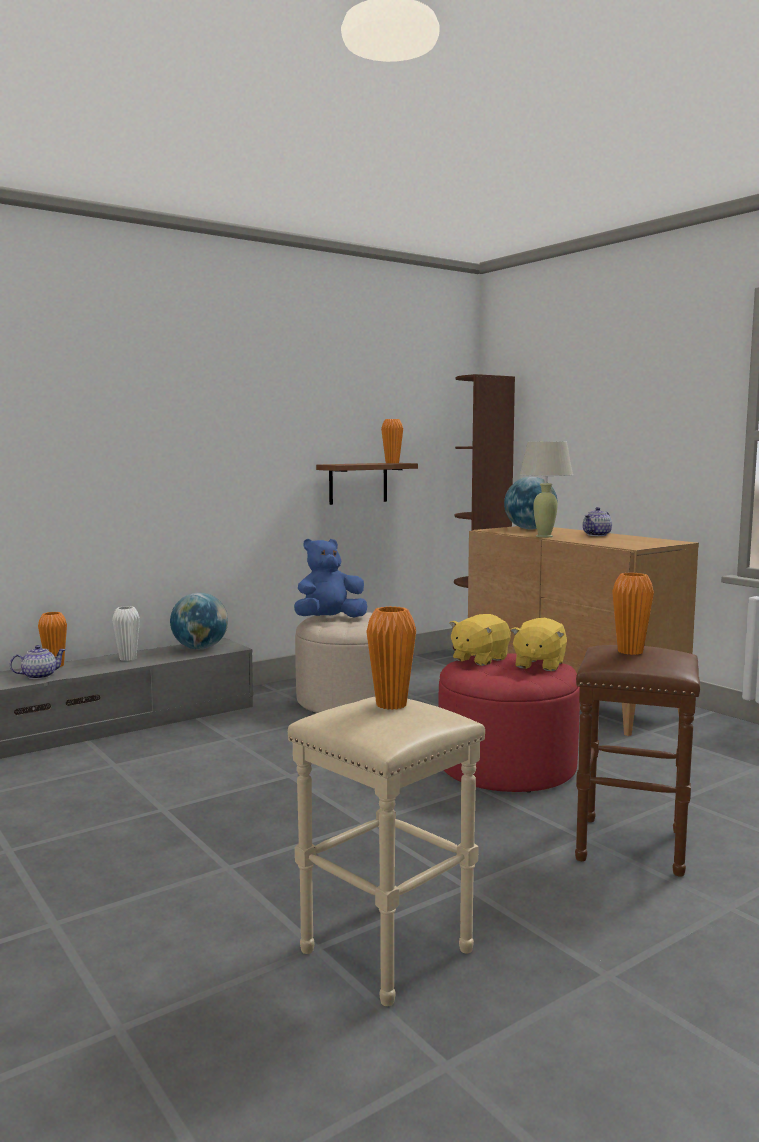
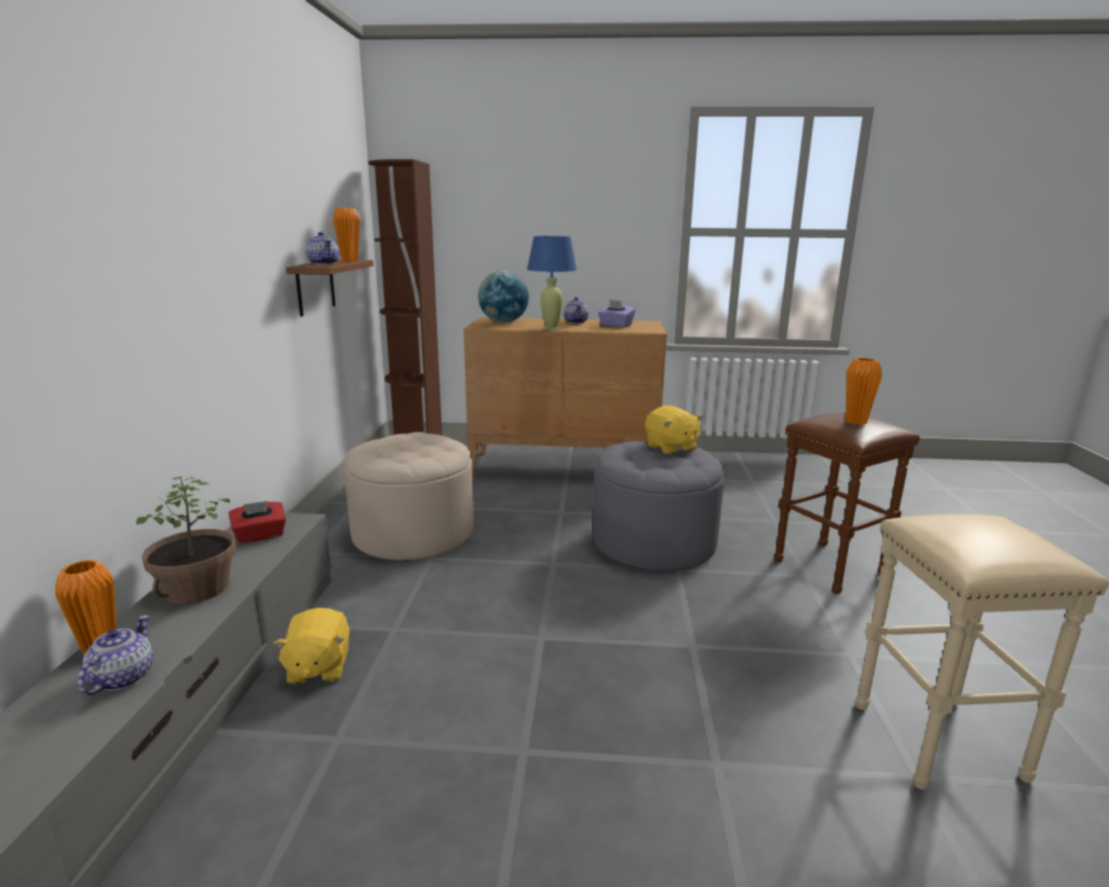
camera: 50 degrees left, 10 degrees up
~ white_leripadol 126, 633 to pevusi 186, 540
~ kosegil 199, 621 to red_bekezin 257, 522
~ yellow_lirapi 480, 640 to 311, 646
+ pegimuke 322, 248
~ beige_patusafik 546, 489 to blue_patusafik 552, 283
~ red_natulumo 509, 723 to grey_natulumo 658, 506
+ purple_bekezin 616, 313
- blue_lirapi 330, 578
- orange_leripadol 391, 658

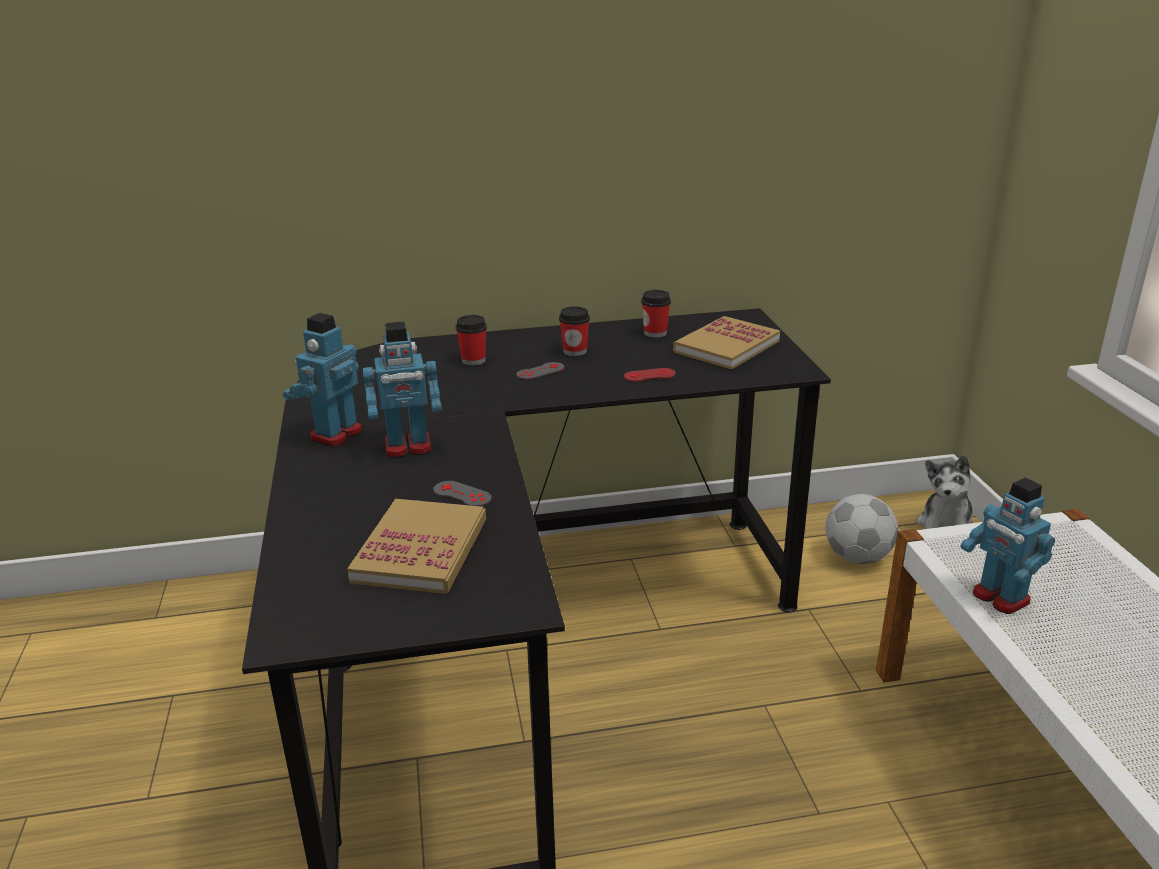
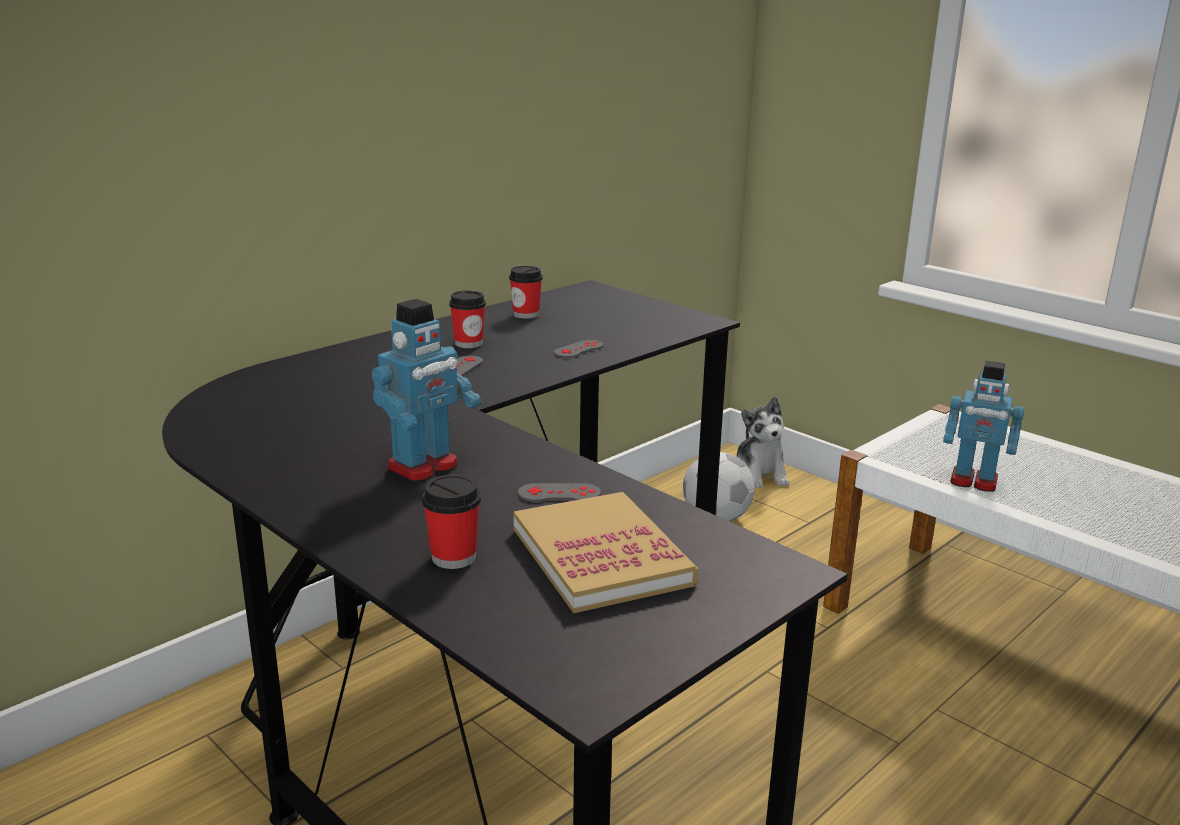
camera: 35 degrees left, 5 degrees down
~ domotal 471, 340 to 451, 521
~ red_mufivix 650, 375 to grey_mufivix 578, 349
- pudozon 322, 380
- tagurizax 726, 343

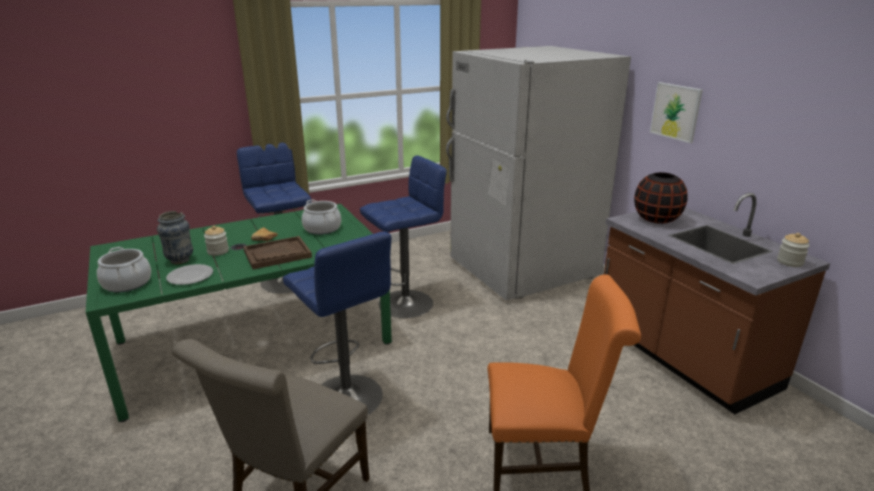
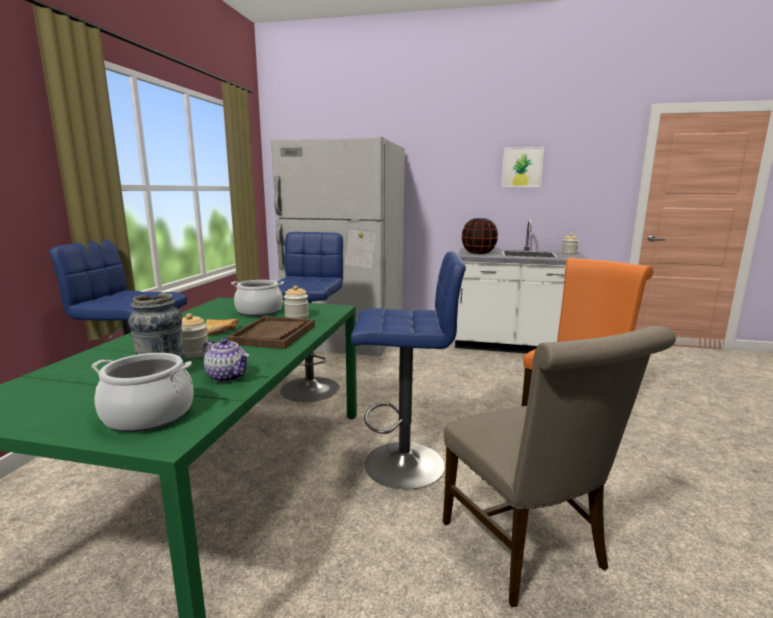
camera: 50 degrees left, 10 degrees down
~ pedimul 189, 274 to pegimuke 226, 360
+ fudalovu 296, 302
~ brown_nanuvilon 717, 303 to white_nanuvilon 521, 287
~ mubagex 676, 112 to 523, 167

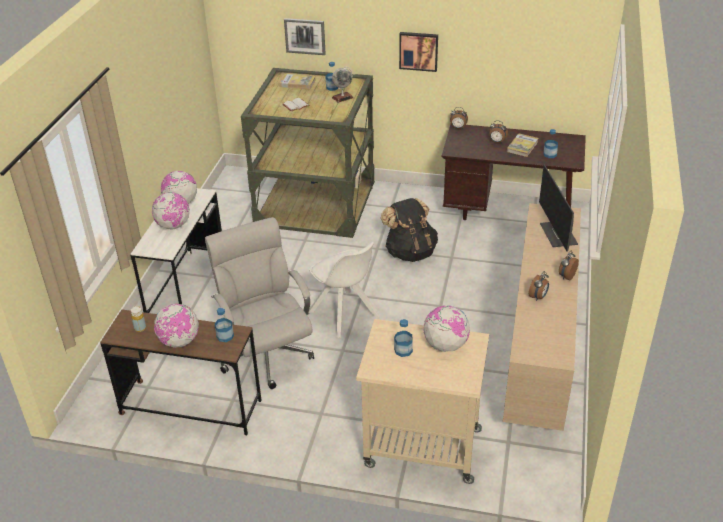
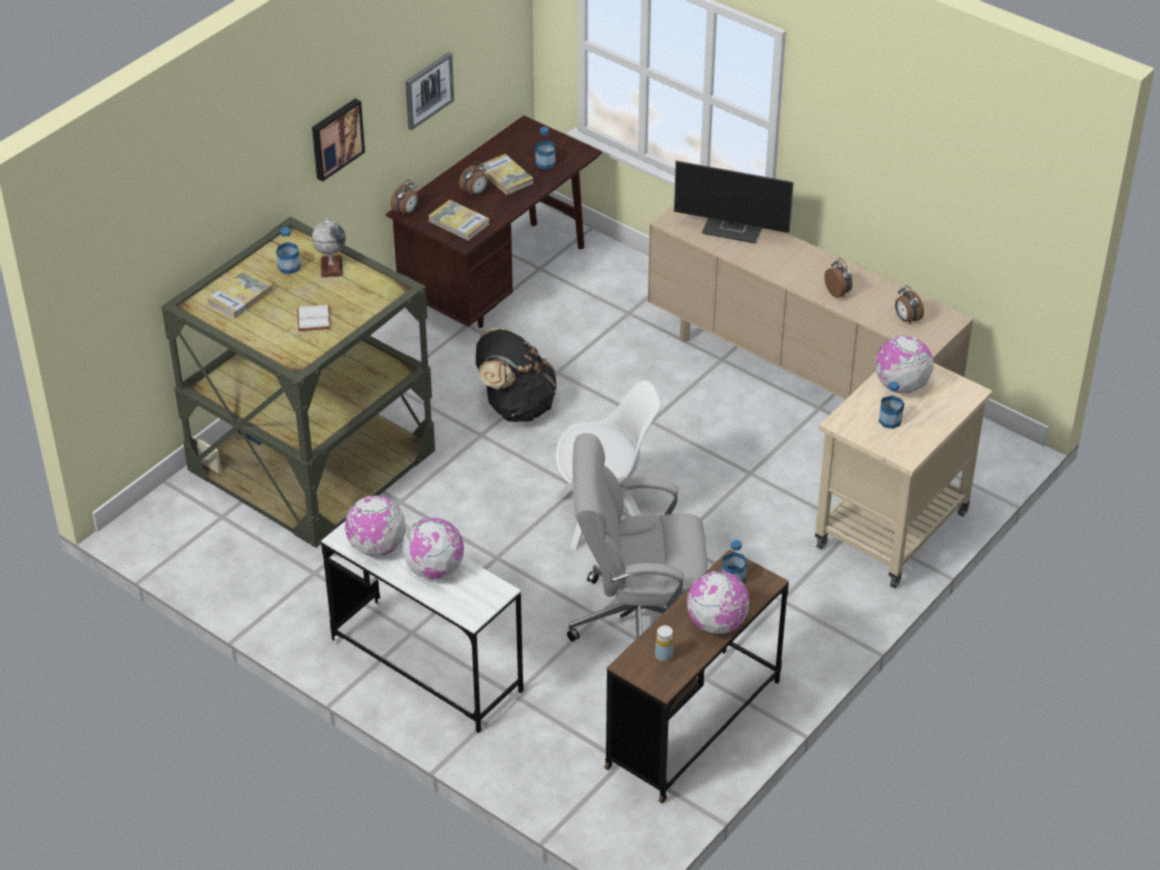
camera: 65 degrees left, 5 degrees up
~ mubagex 305, 36 to 429, 91
+ tagurizax 458, 220
~ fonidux 569, 265 to 909, 305

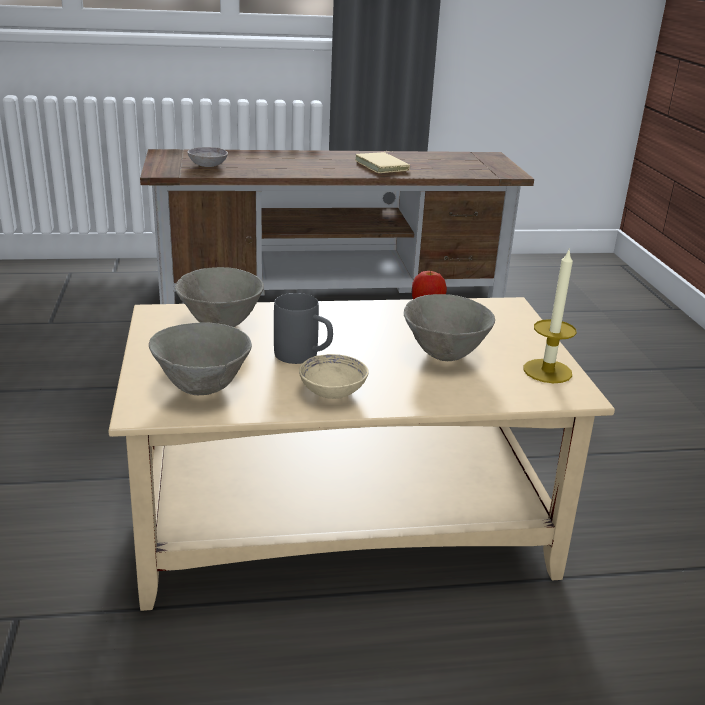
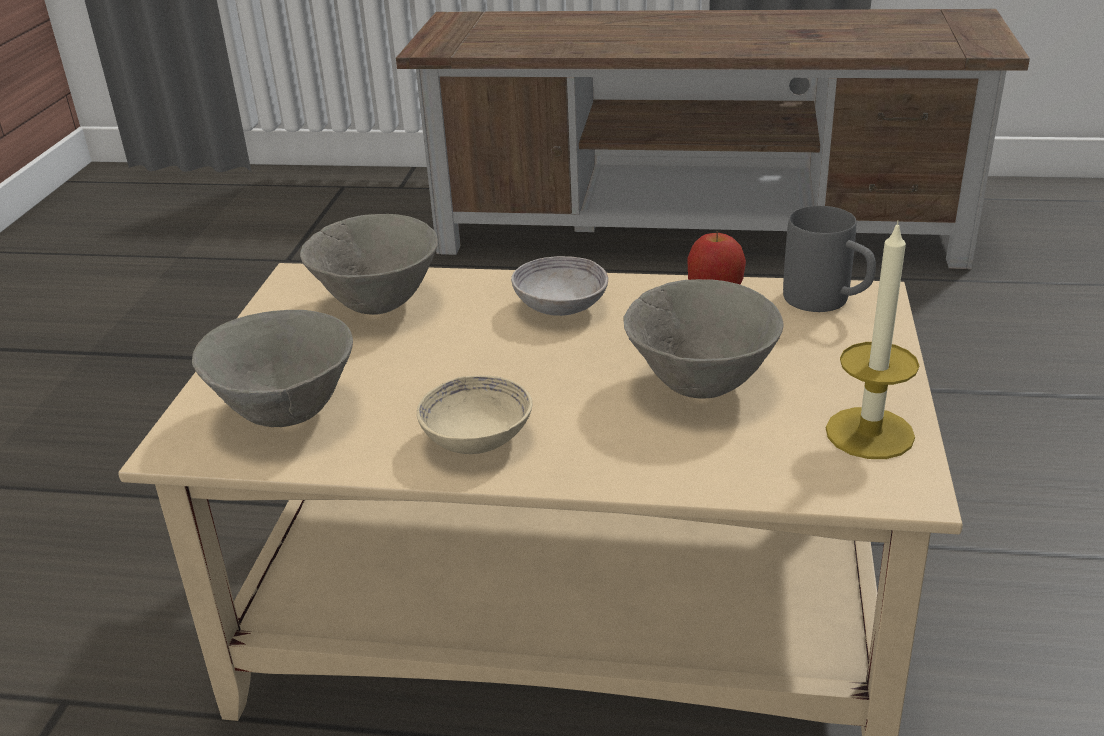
camera: 20 degrees right, 5 degrees up
~ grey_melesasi 207, 157 to 559, 286
~ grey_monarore 303, 328 to 829, 259
- beige_tagurizax 382, 162

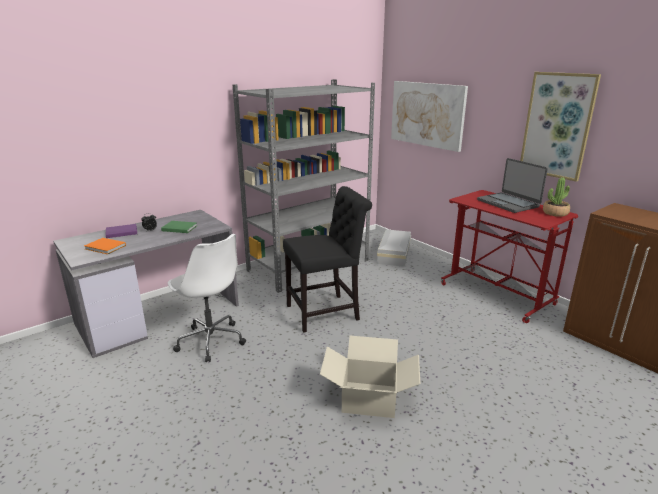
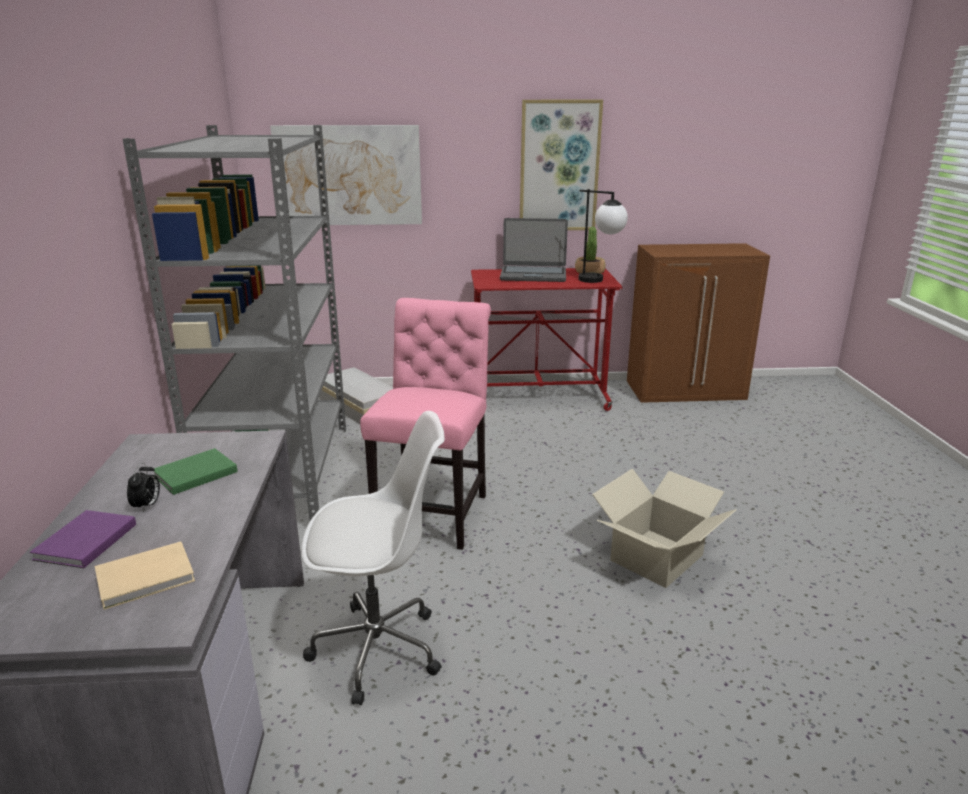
camera: 55 degrees left, 0 degrees up
~ orange_tagurizax 105, 246 to beige_tagurizax 145, 575
~ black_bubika 327, 259 to pink_bubika 425, 424
+ patusafik 603, 236

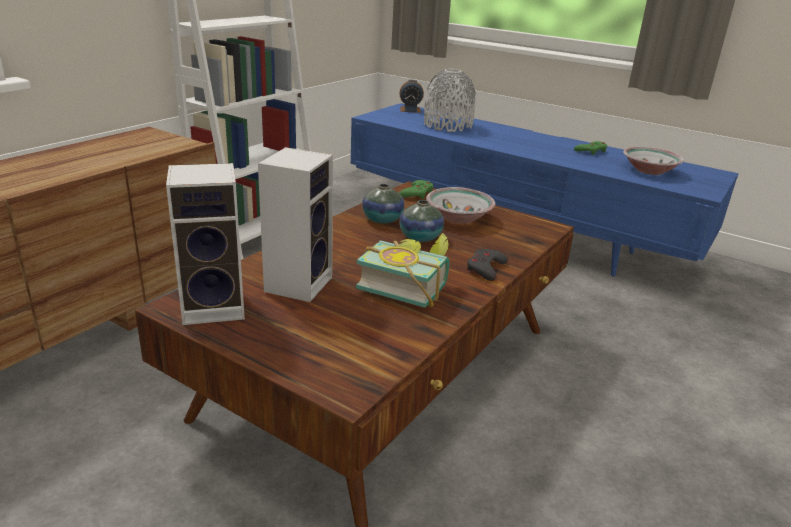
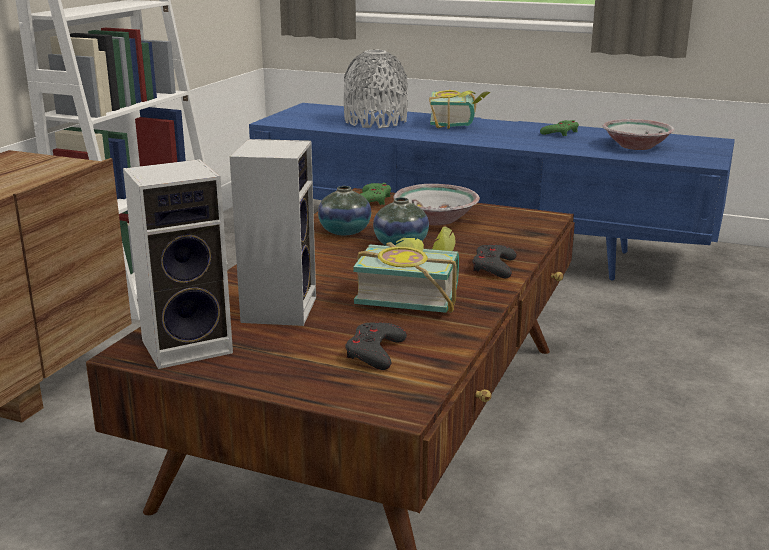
camera: 10 degrees left, 5 degrees down
+ grey_mufivix 376, 346
+ tagurizax 459, 109
- fonidux 412, 96

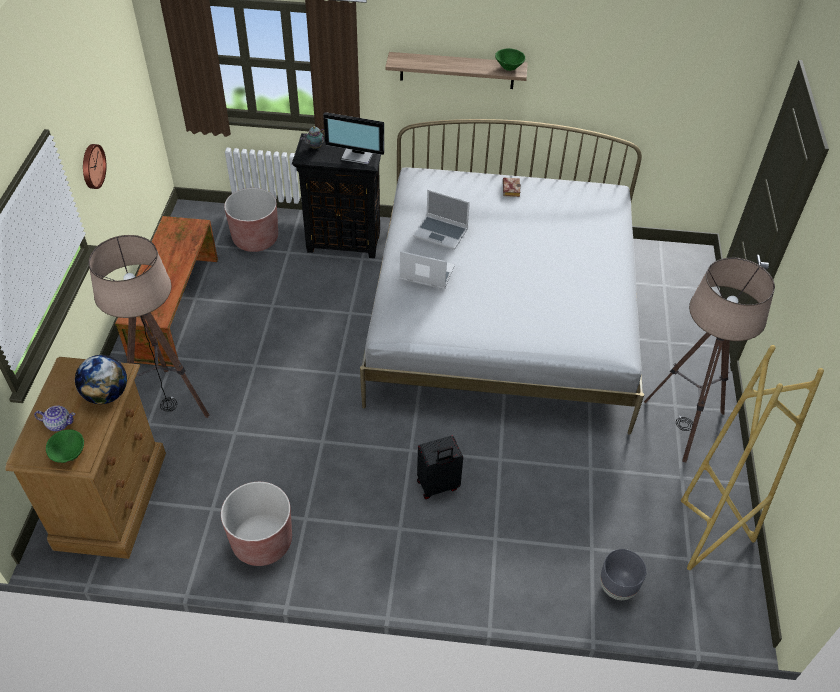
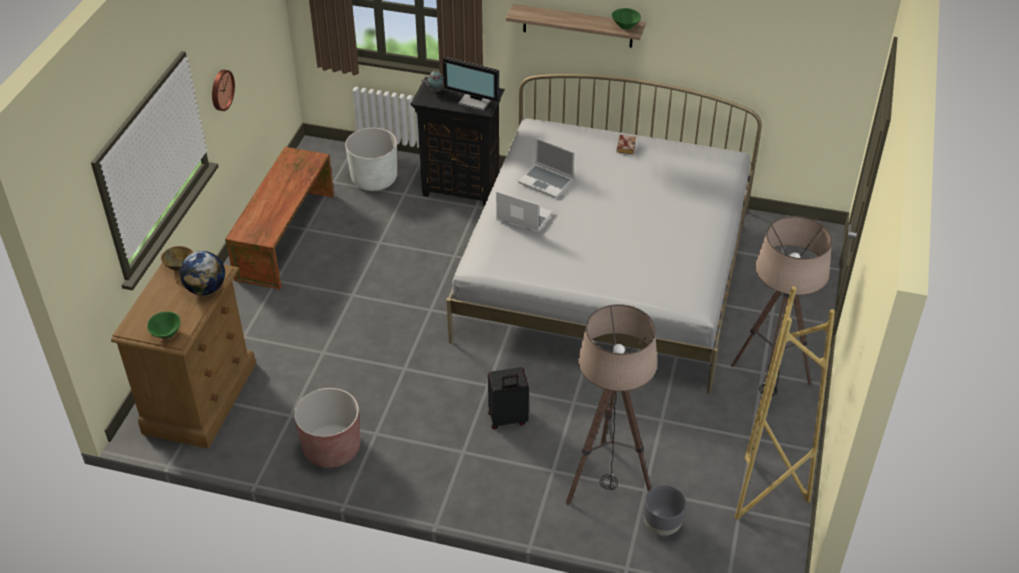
camera: 10 degrees right, 5 degrees down
+ brown_melesasi 177, 258
~ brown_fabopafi 251, 220 to white_fabopafi 371, 159
~ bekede 148, 326 to 611, 404
- pegimuke 54, 418

